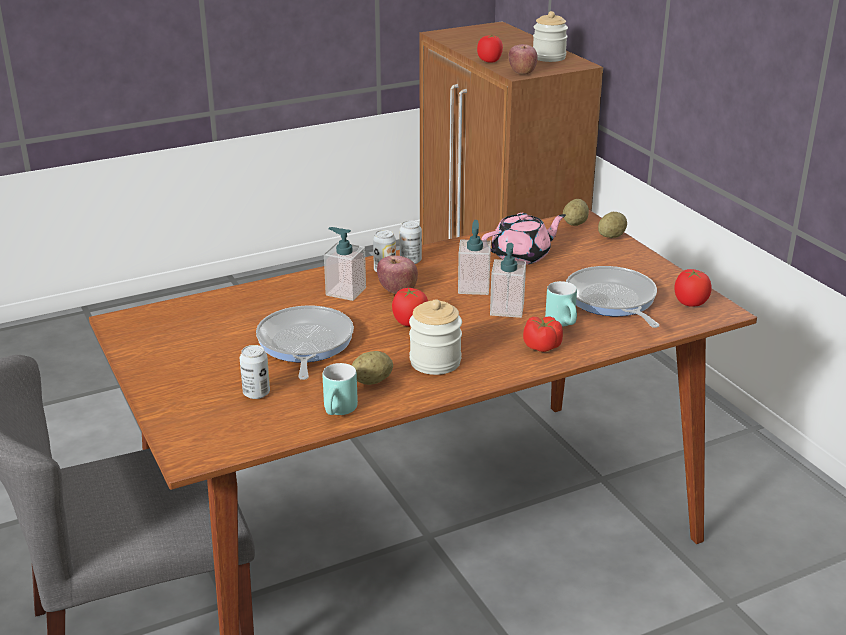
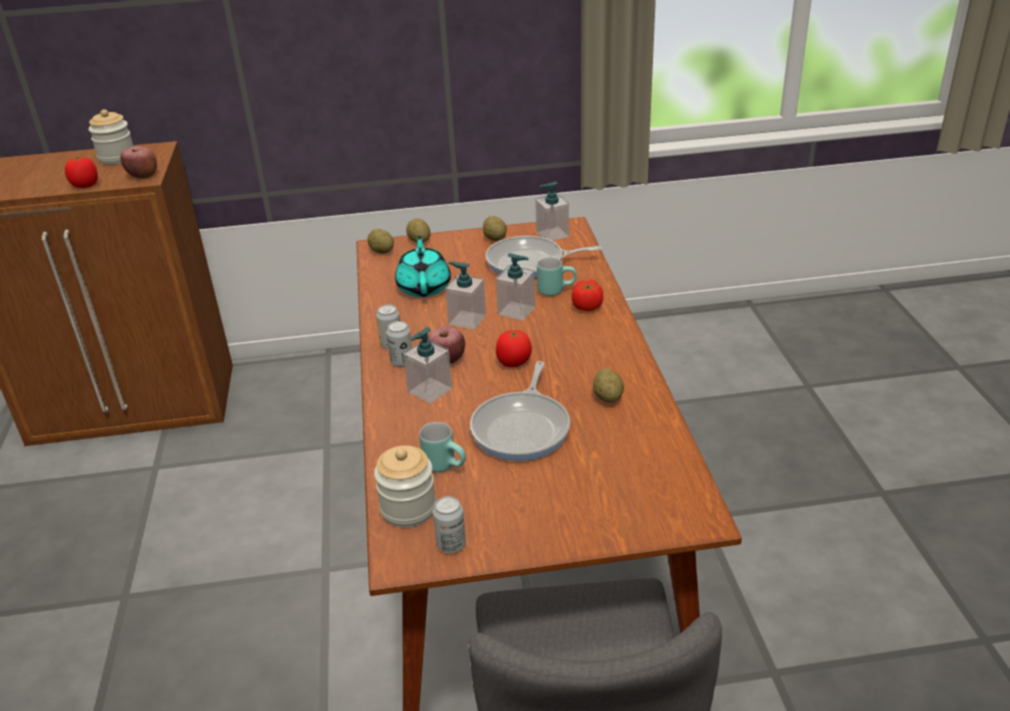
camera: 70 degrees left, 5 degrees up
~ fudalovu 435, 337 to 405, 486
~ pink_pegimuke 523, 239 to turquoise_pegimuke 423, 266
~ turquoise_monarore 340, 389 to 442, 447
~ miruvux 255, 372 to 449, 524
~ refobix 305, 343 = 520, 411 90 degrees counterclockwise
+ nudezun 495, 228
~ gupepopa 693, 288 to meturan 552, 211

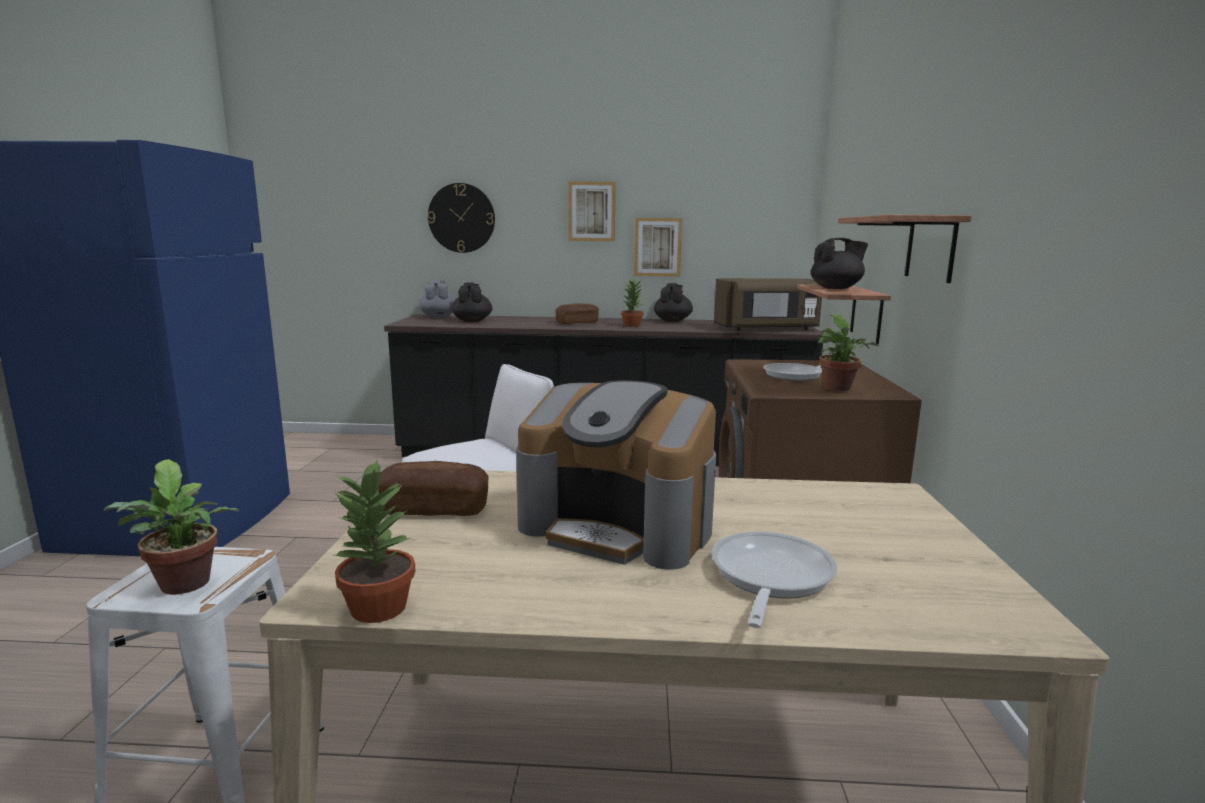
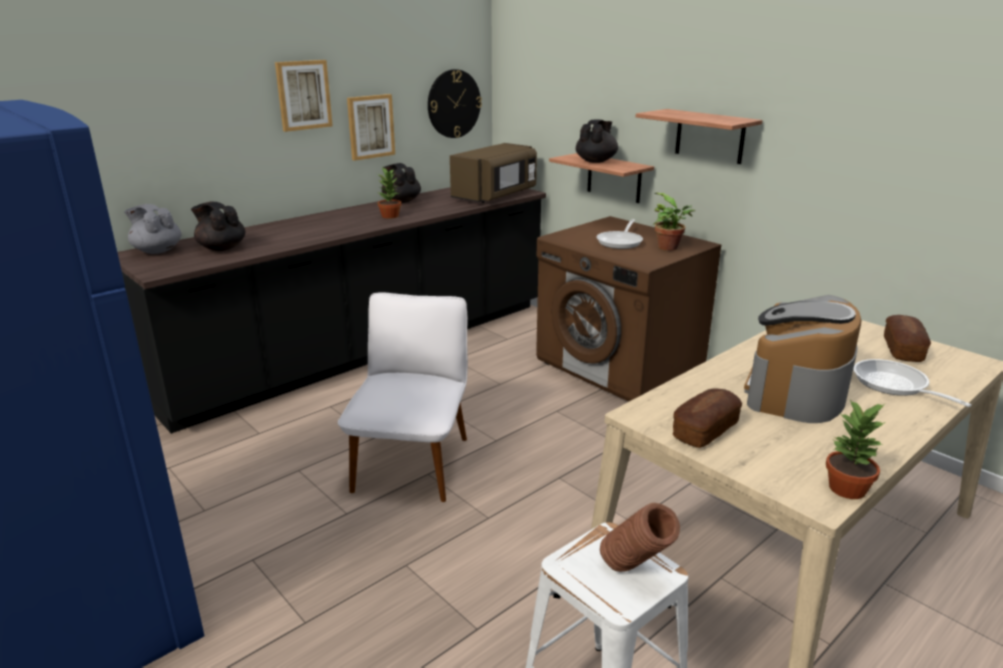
camera: 45 degrees left, 10 degrees up
~ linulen 461, 218 to 455, 103
~ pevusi 171, 527 to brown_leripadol 640, 537
~ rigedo 616, 475 = 802, 359 135 degrees clockwise
~ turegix 577, 314 to 907, 338

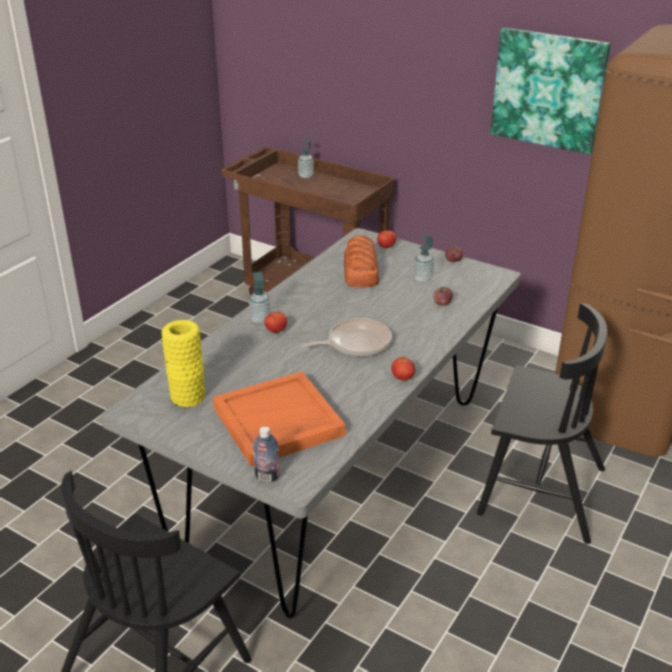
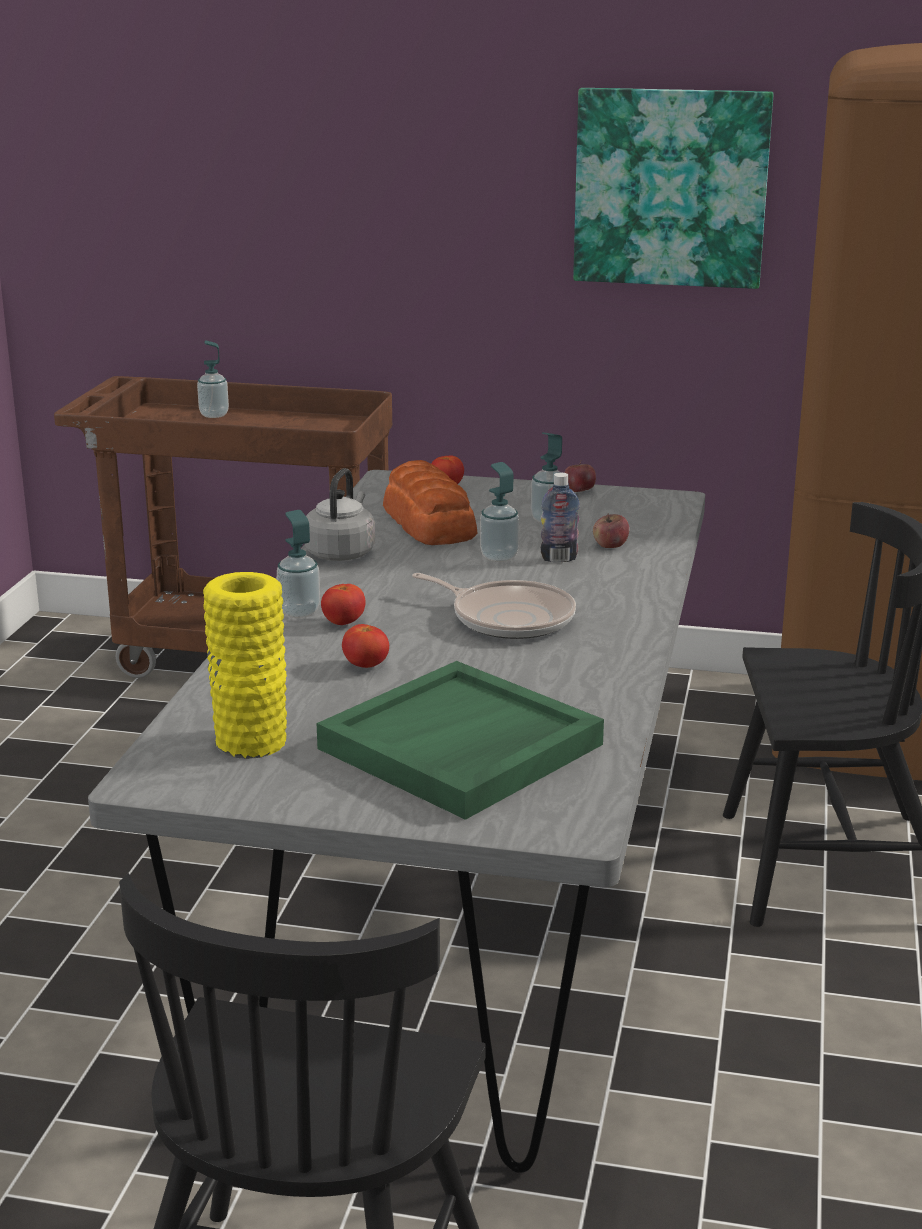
camera: 20 degrees left, 10 degrees down
+ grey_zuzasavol 340, 514
~ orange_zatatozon 279, 418 to green_zatatozon 460, 740
~ gupepopa 403, 368 to 365, 646
~ refobix 346, 337 = 494, 606 75 degrees clockwise
+ meturan 499, 512
~ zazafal 266, 454 to 560, 517

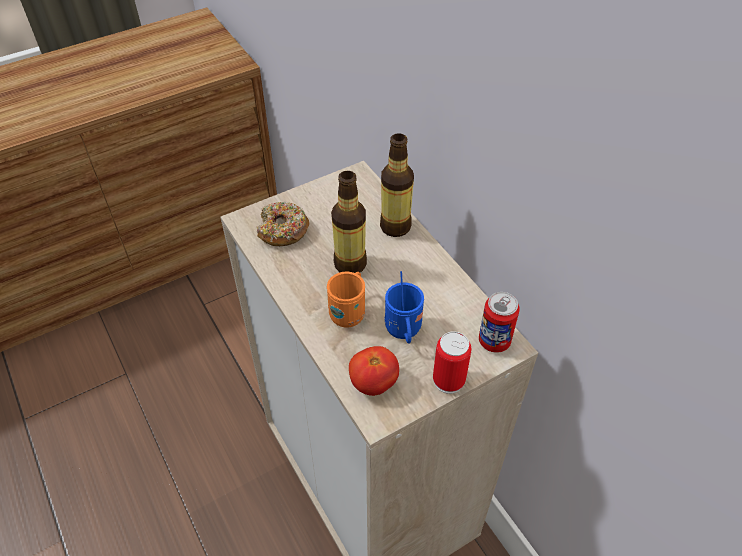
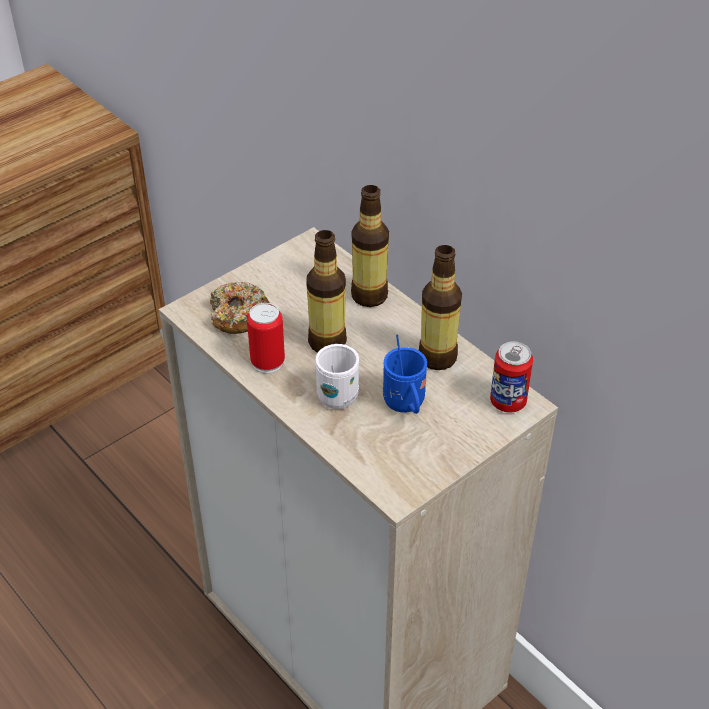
camera: 10 degrees left, 5 degrees down
~ miruvux 452, 362 to 266, 338
~ orange_monarore 346, 299 to white_monarore 337, 376
+ zazafal 440, 307
- gupepopa 374, 371

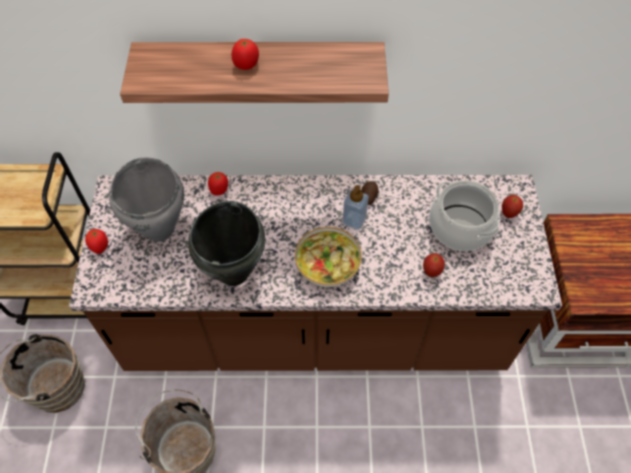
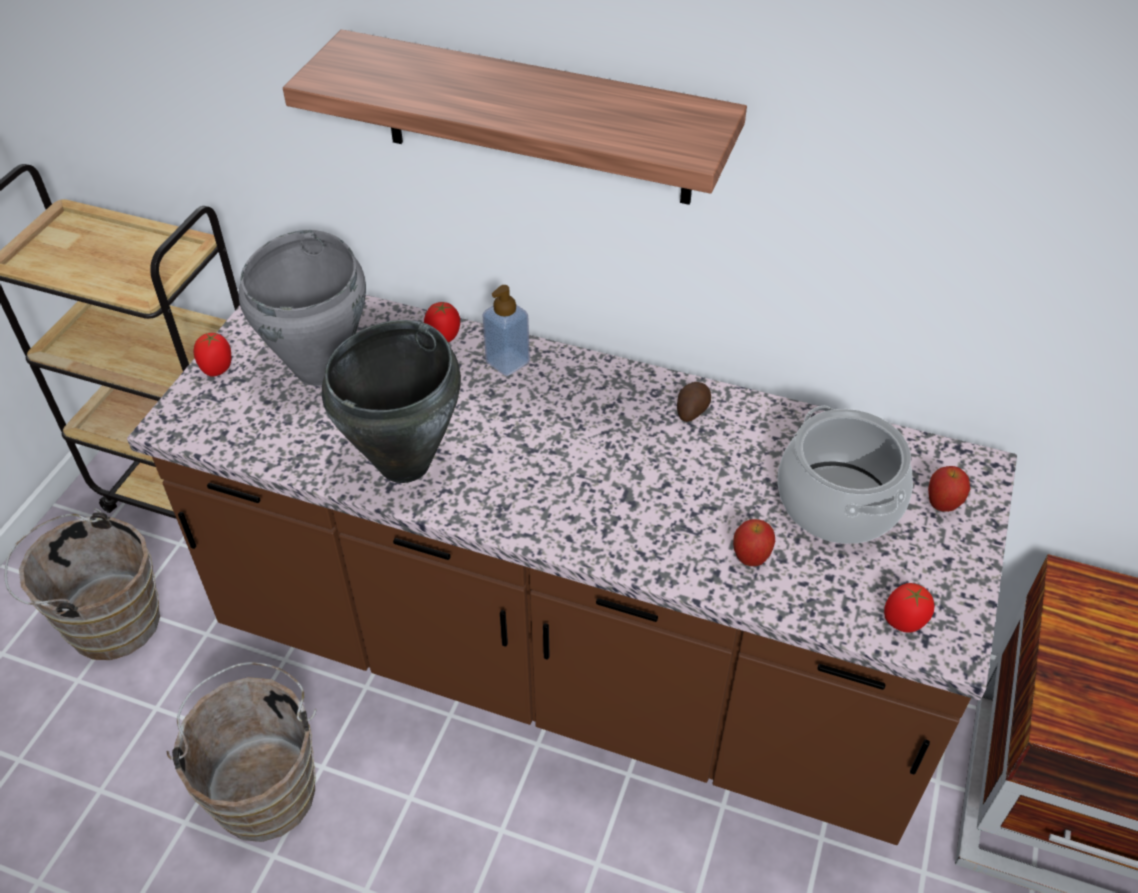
camera: 20 degrees right, 10 degrees down
~ meturan 356, 207 to 506, 330
~ gupepopa 245, 54 to 909, 608
- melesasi 328, 257

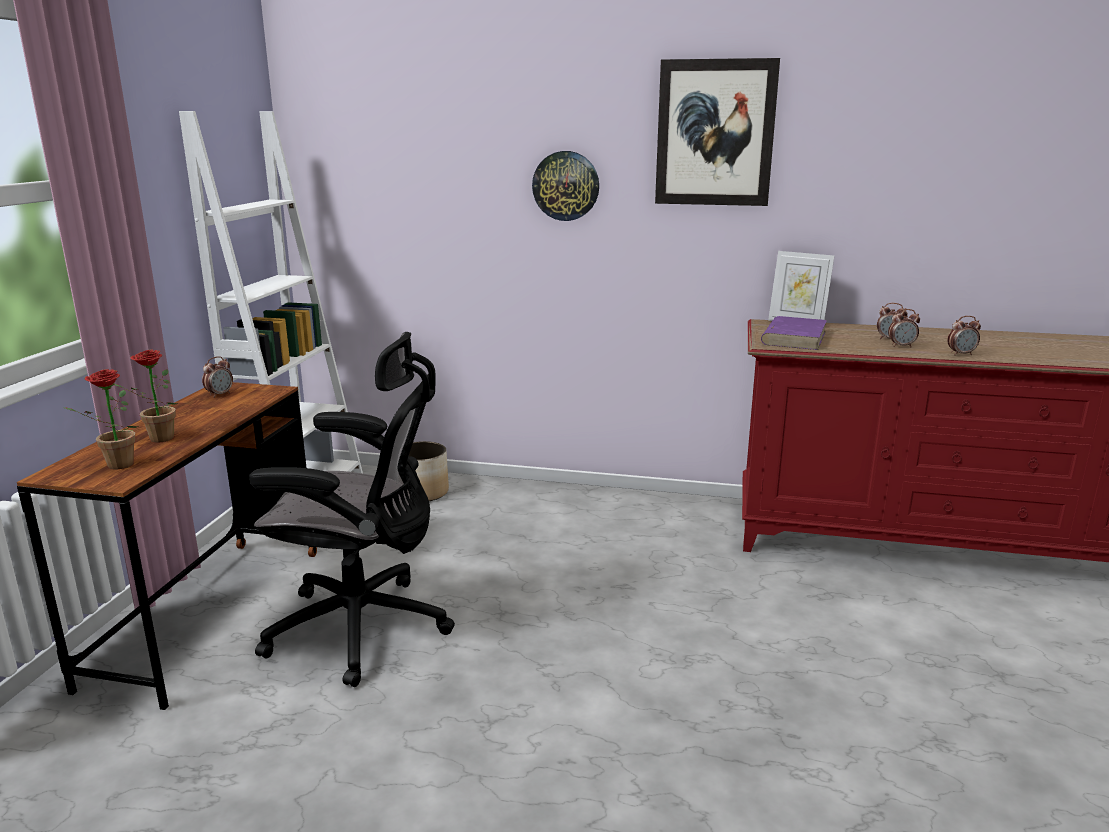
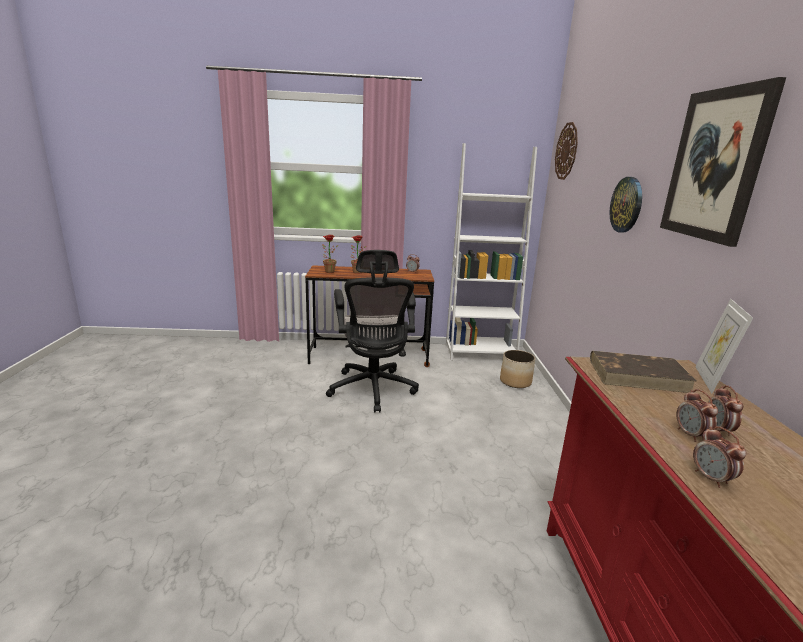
camera: 75 degrees right, 0 degrees up
+ linulen 566, 151
~ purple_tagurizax 794, 333 to brown_tagurizax 643, 372

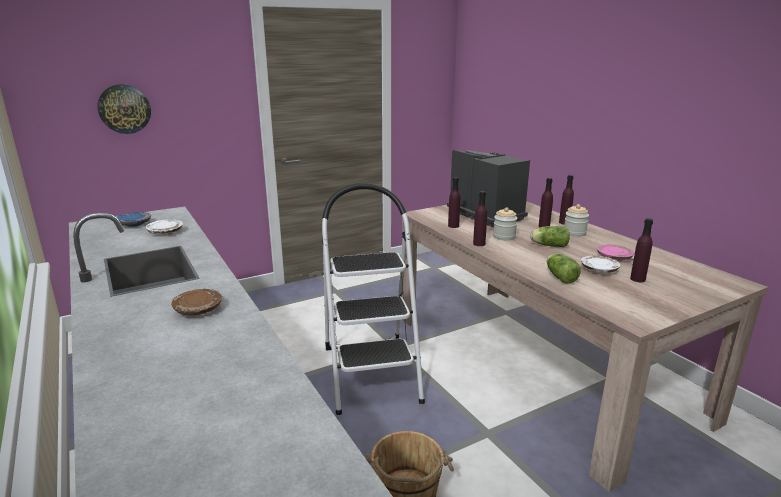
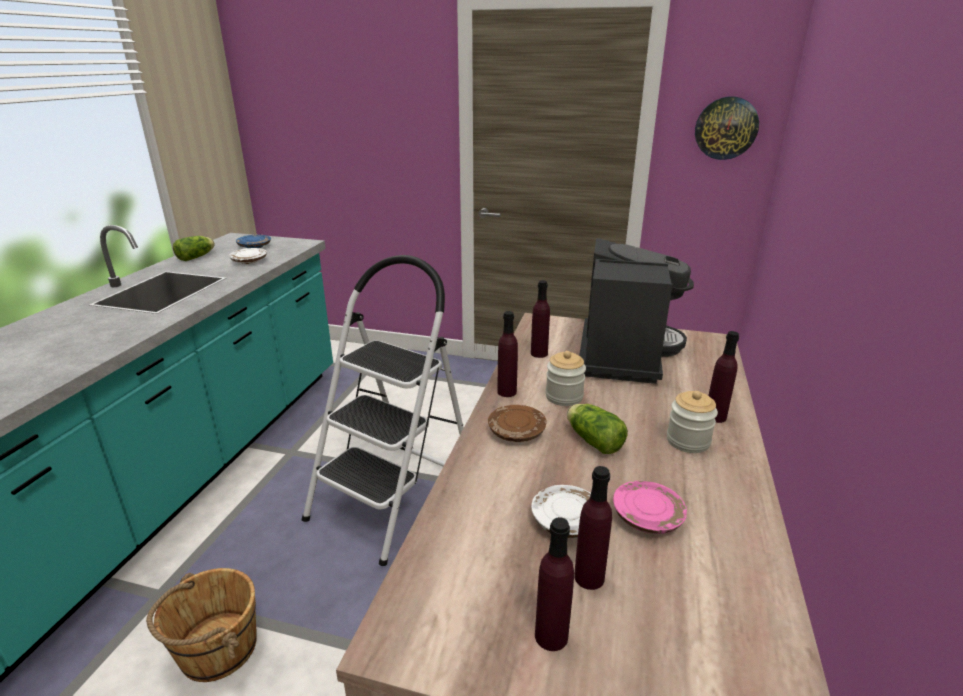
camera: 45 degrees right, 5 degrees up
~ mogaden 564, 268 to 194, 248
~ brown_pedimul 196, 302 to 517, 423
~ purple_zazafal 546, 202 to 554, 584
~ linulen 124, 109 to 727, 128

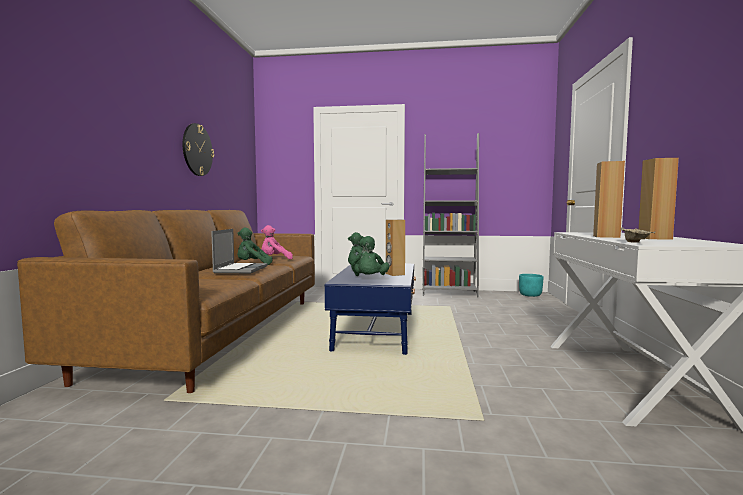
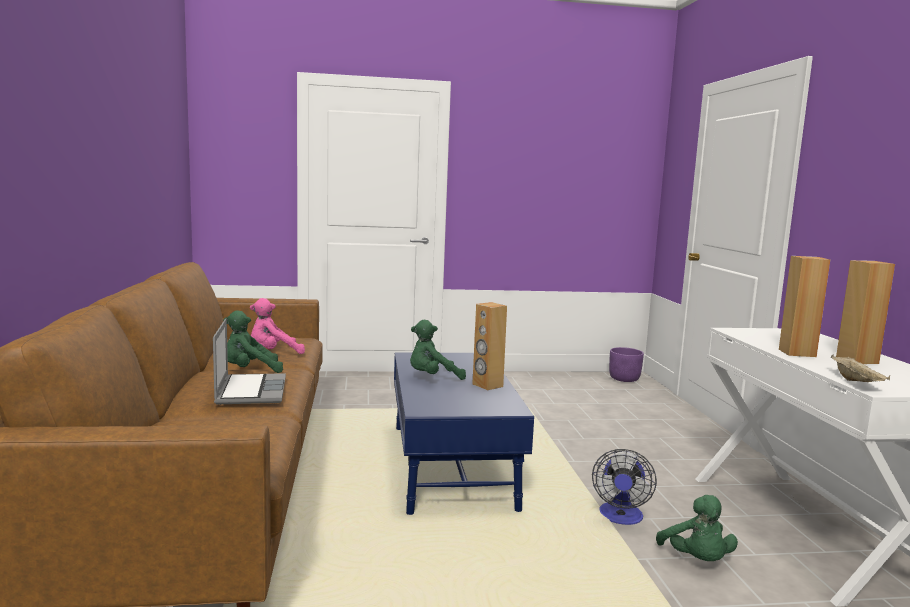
camera: 15 degrees left, 5 degrees up
+ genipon 624, 487
~ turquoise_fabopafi 531, 285 to purple_fabopafi 626, 364
~ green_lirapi 370, 256 to 697, 528
- linulen 198, 149
- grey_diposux 450, 215

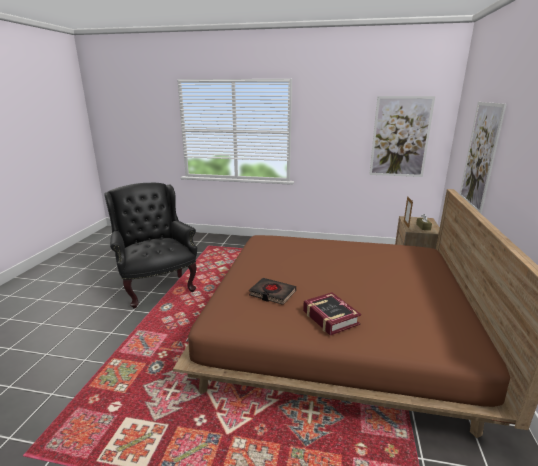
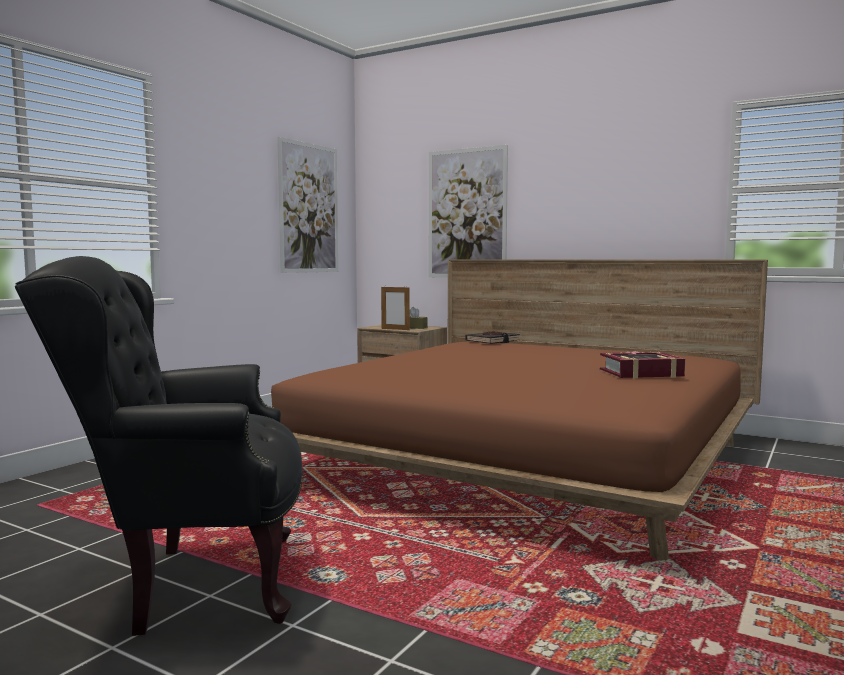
camera: 70 degrees left, 15 degrees down
~ black_tagurizax 272, 291 to 492, 338

